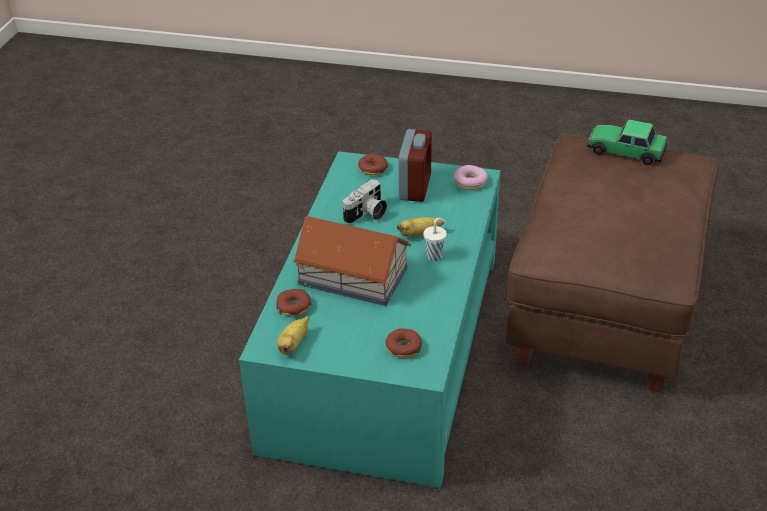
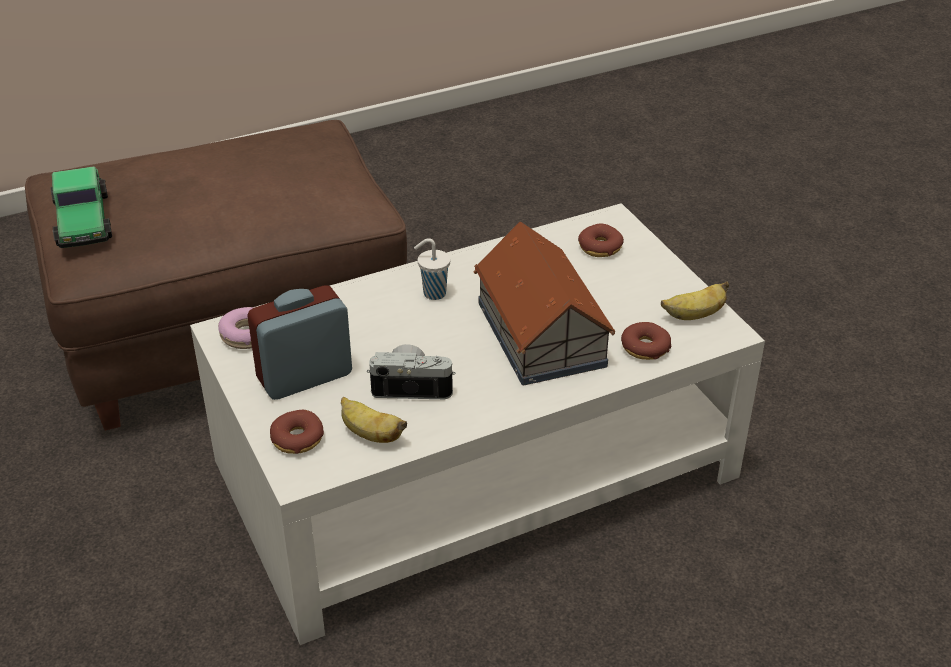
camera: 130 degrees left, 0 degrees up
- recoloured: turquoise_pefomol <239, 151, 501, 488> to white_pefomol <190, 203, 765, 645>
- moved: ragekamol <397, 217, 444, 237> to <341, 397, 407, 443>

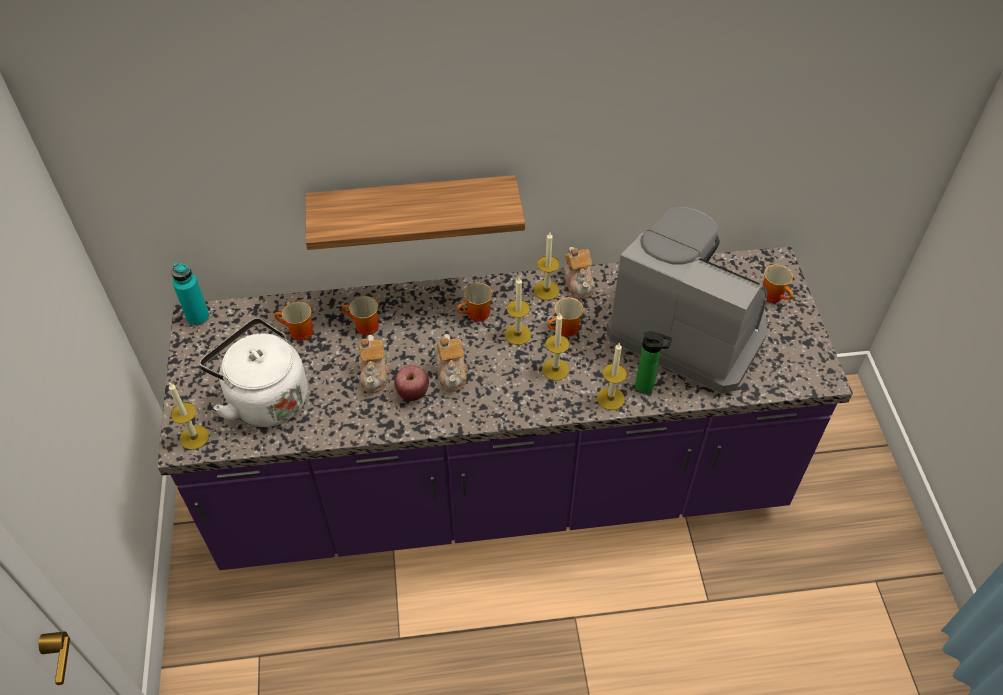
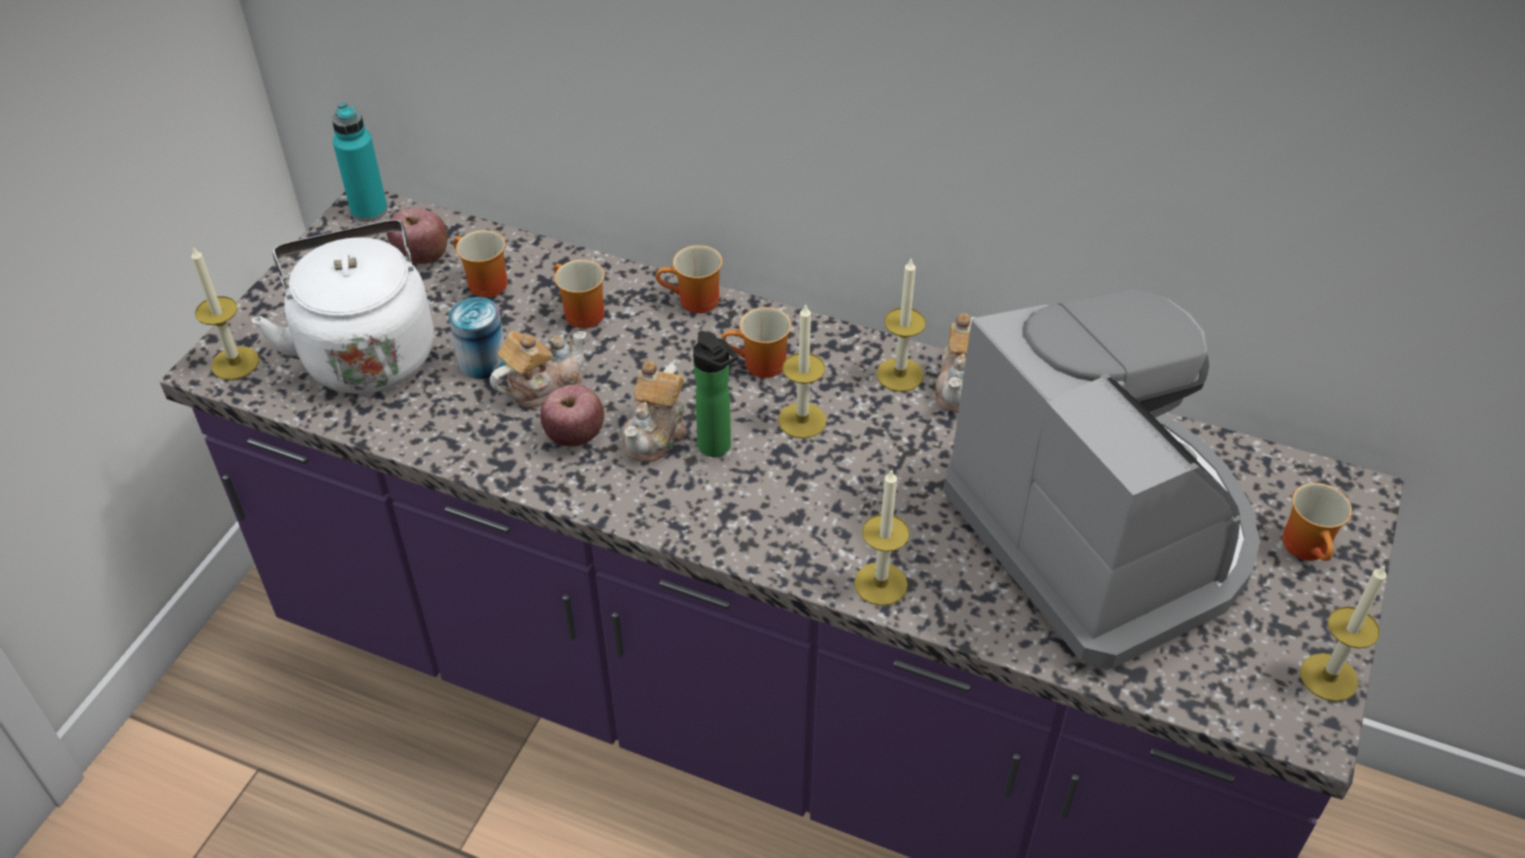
camera: 30 degrees right, 5 degrees down
- removed: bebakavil <305, 175, 525, 250>
- turned: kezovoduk <359, 335, 391, 393> = <490, 331, 587, 408> 150 degrees counterclockwise
- moved: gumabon <542, 313, 569, 381> to <1300, 565, 1387, 702>
- moved: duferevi <547, 297, 584, 337> to <656, 245, 723, 313>
- moved: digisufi <635, 331, 672, 394> to <693, 331, 738, 457>
- added: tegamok <387, 208, 448, 264>
- added: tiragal <449, 297, 507, 380>

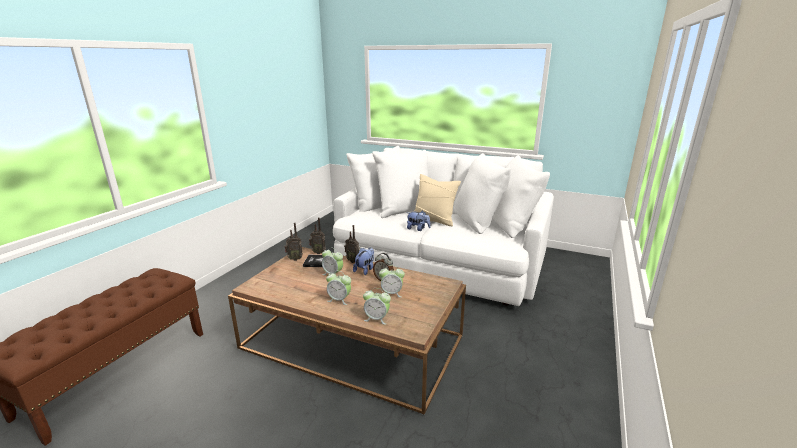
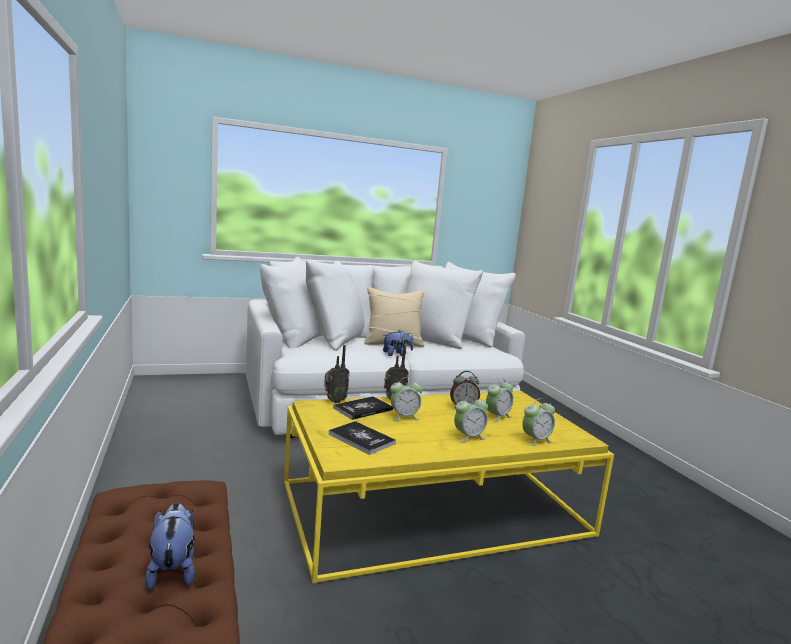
camera: 45 degrees left, 10 degrees down
- recoloured: brown_pefomol <228, 247, 466, 415> to yellow_pefomol <284, 391, 614, 584>
- removed: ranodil <285, 223, 303, 261>
- moved: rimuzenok <353, 247, 374, 275> to <145, 503, 195, 590>
- added: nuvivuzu <329, 421, 396, 455>

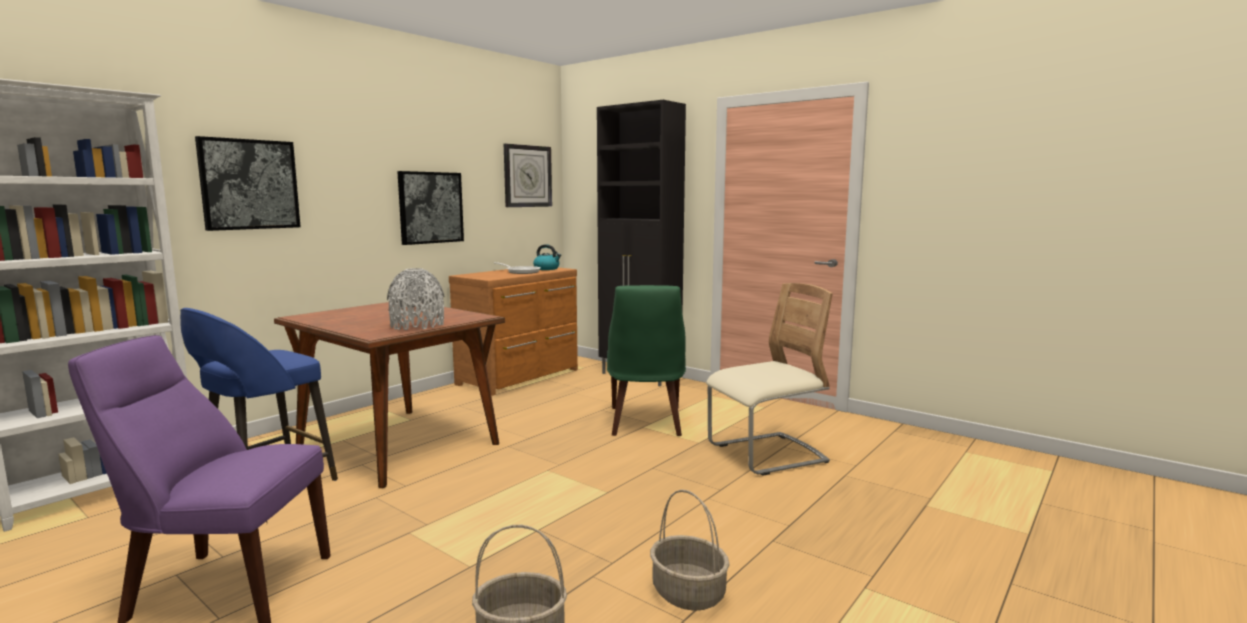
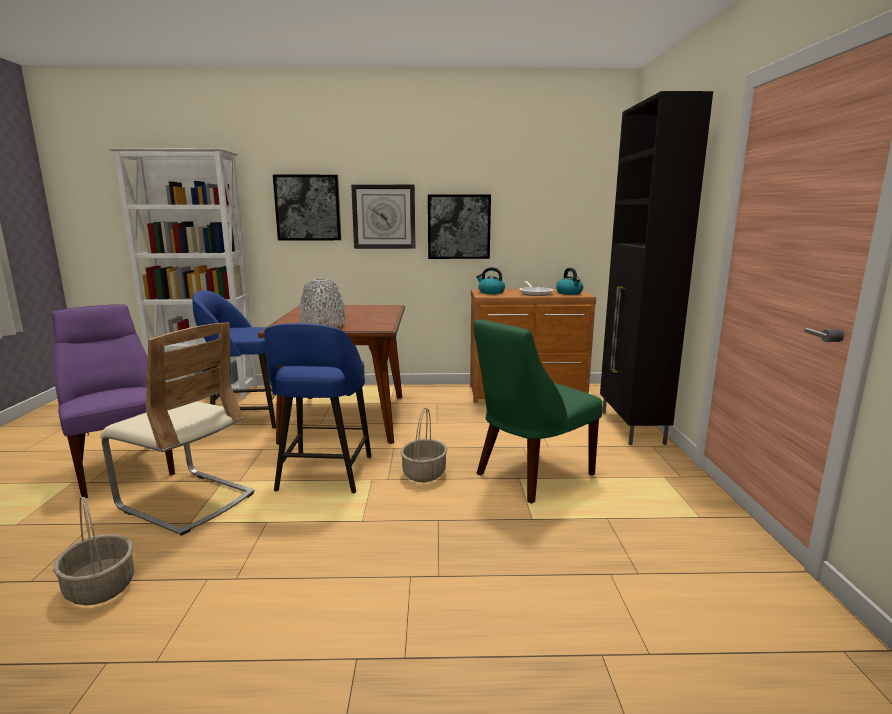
camera: 50 degrees right, 5 degrees up
- moved: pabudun <504, 144, 552, 207> to <351, 184, 416, 249>
- moved: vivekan <650, 490, 730, 611> to <400, 408, 447, 482>
- moved: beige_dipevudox <706, 283, 833, 476> to <100, 322, 255, 536>
- added: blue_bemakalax <264, 323, 371, 493>
- added: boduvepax <476, 267, 505, 294>

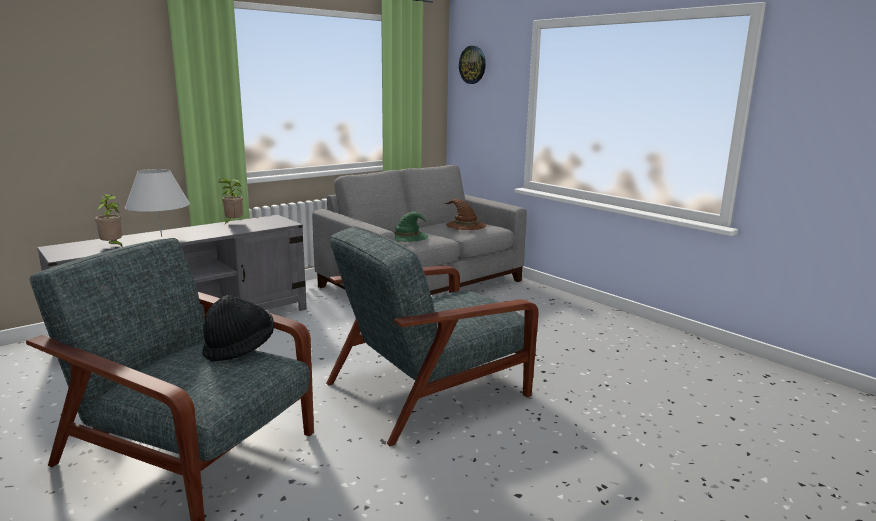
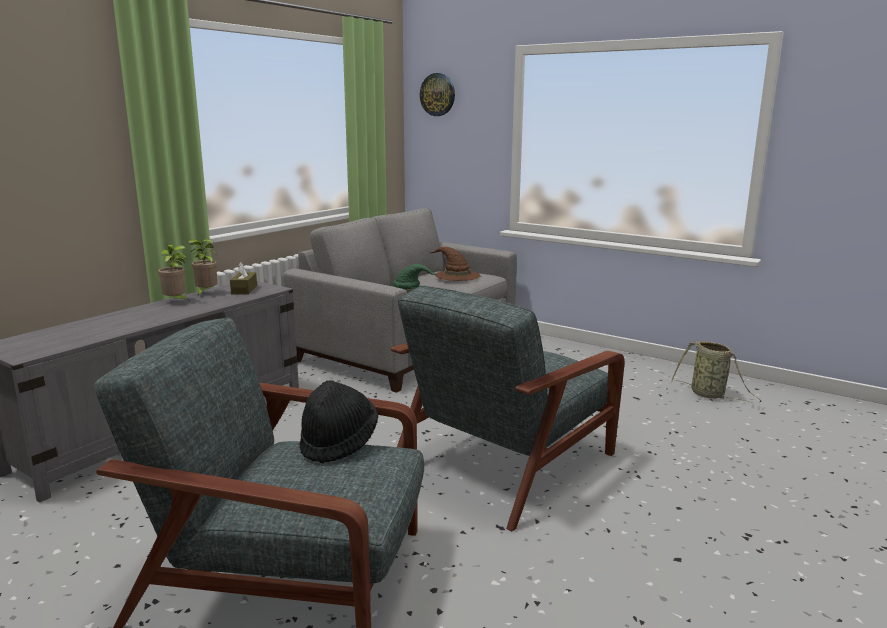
camera: 15 degrees left, 0 degrees up
- moved: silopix <95, 194, 122, 247> to <158, 245, 190, 302>
- removed: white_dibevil <125, 169, 190, 237>
- added: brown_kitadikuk <230, 262, 257, 294>
- added: vivekan <671, 341, 761, 403>

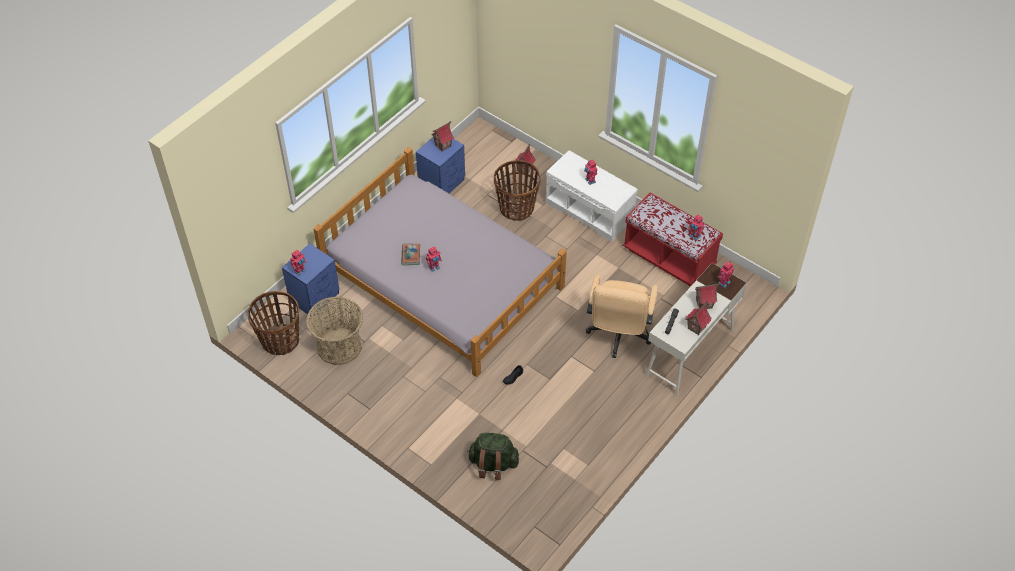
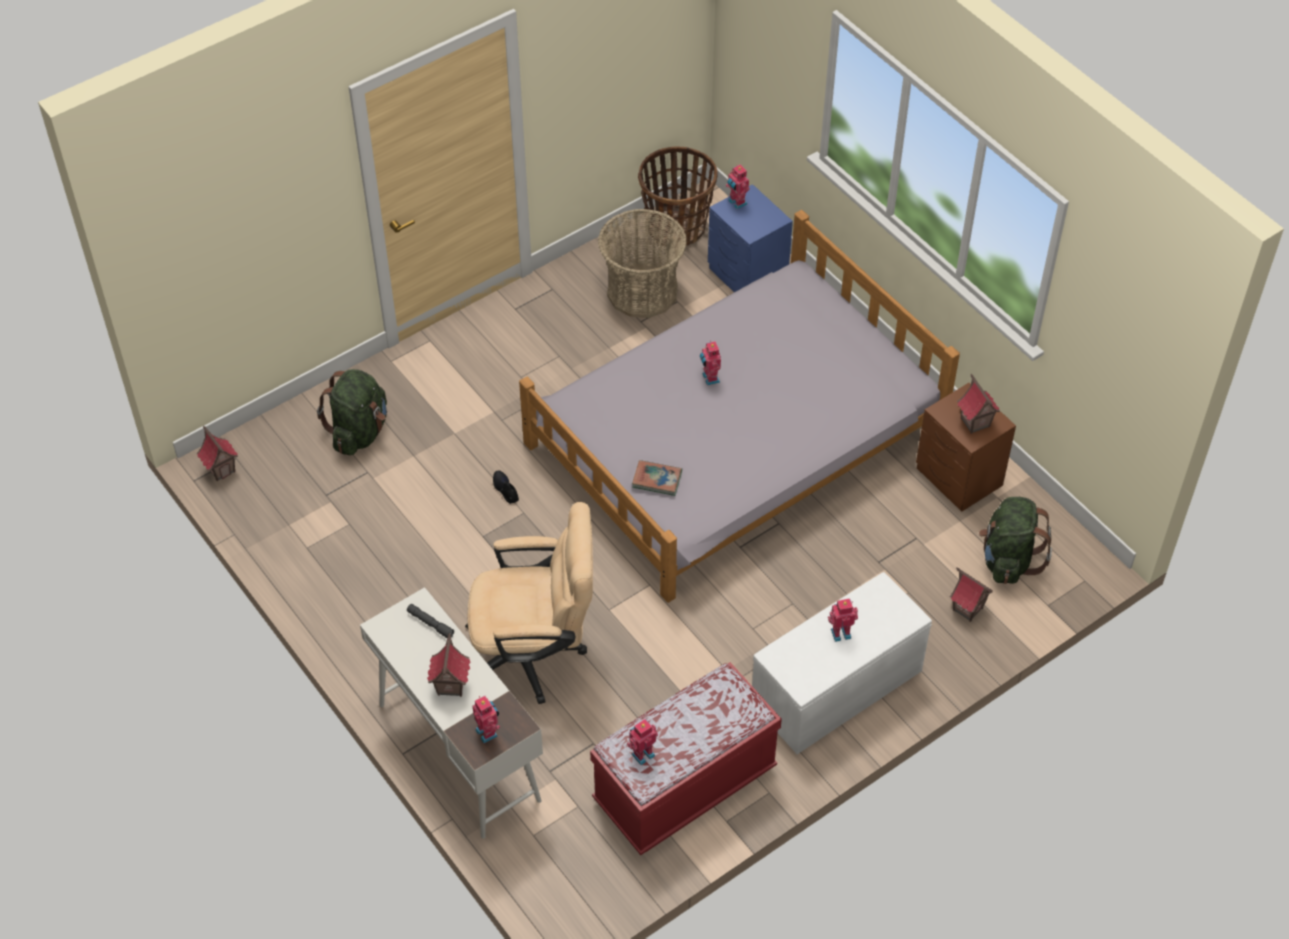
camera: 105 degrees right, 0 degrees up
- moved: nuvivuzu <401, 243, 420, 265> to <632, 460, 682, 496>
- recoloured: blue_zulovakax <416, 137, 465, 193> to brown_zulovakax <916, 383, 1016, 512>
- removed: vivekan <494, 160, 541, 221>
- turned: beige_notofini <586, 275, 658, 358> = <465, 502, 593, 704> 150 degrees clockwise
- moved: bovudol <686, 301, 712, 335> to <197, 425, 238, 481>
- added: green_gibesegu <979, 497, 1052, 584>

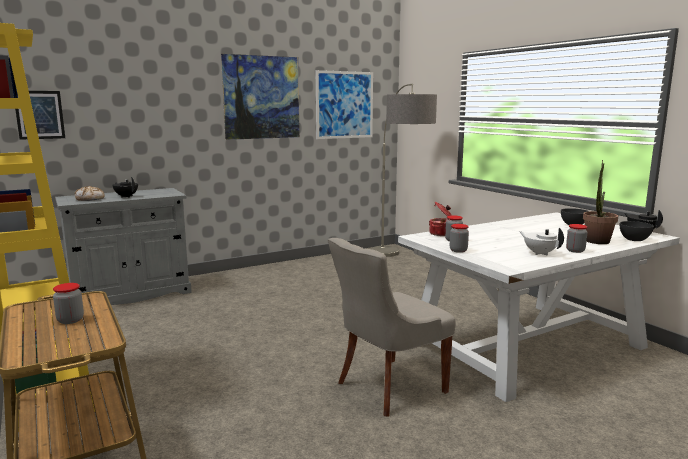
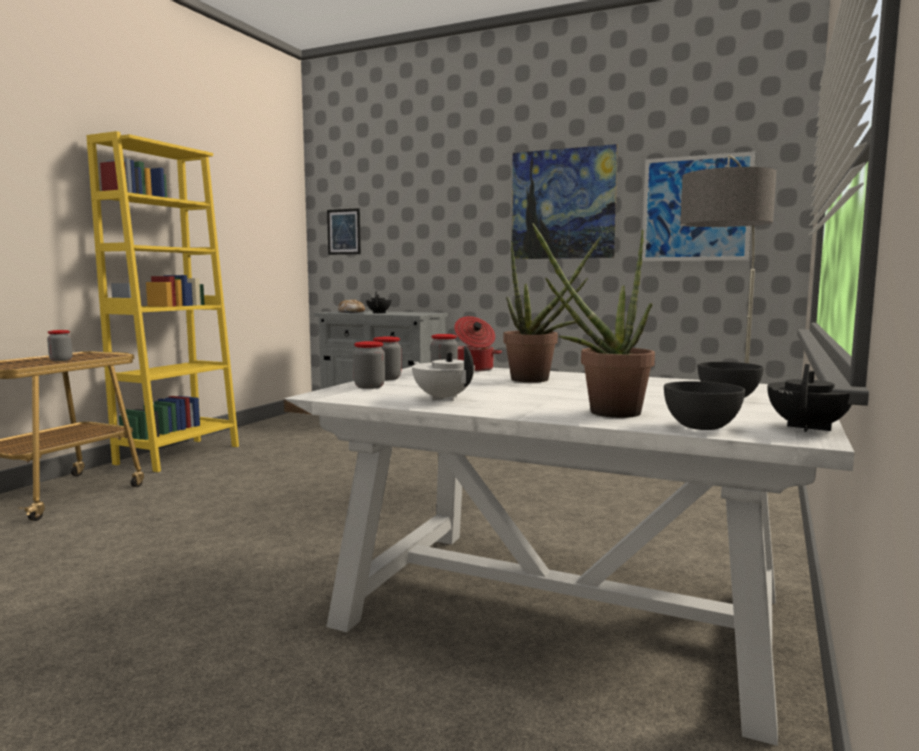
camera: 55 degrees right, 5 degrees down
- removed: grey_dipevudox <328, 238, 455, 417>
- turned: white_kezovoduk <519, 228, 564, 255> = <412, 346, 475, 401> 60 degrees counterclockwise
- moved: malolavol <566, 224, 587, 253> to <353, 341, 385, 389>
- added: silopix <503, 236, 601, 383>

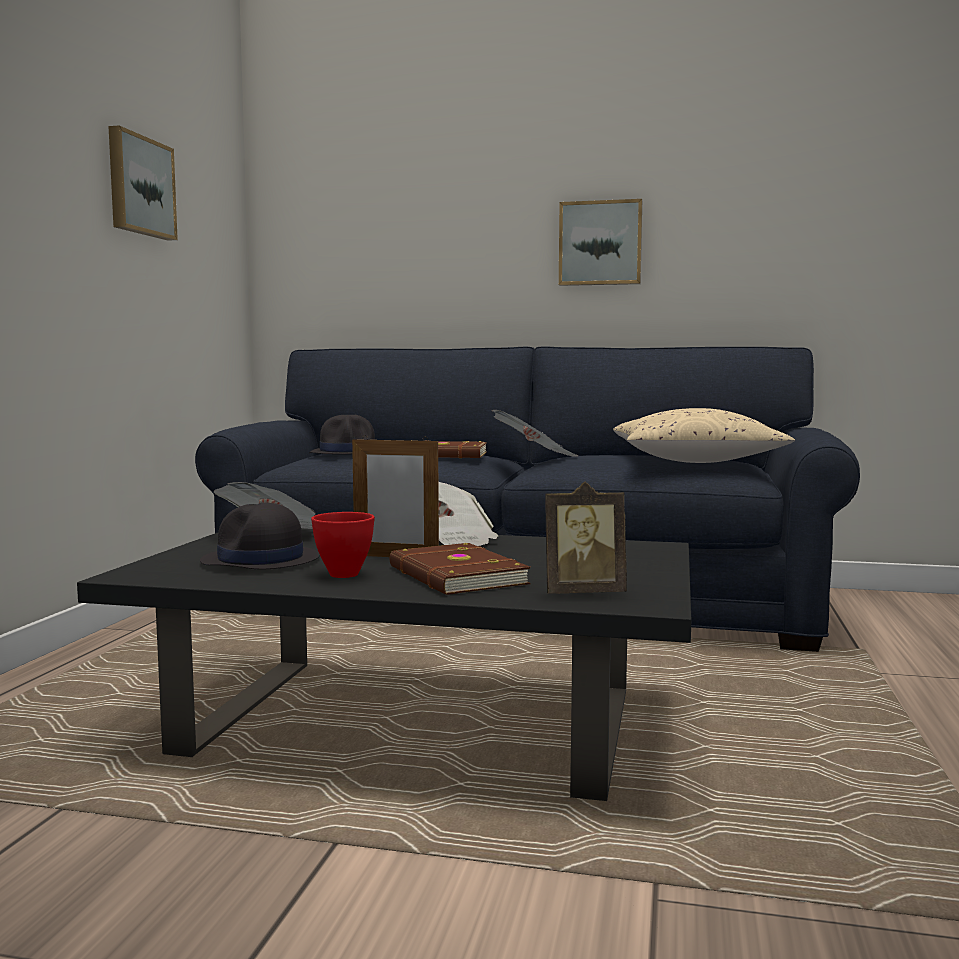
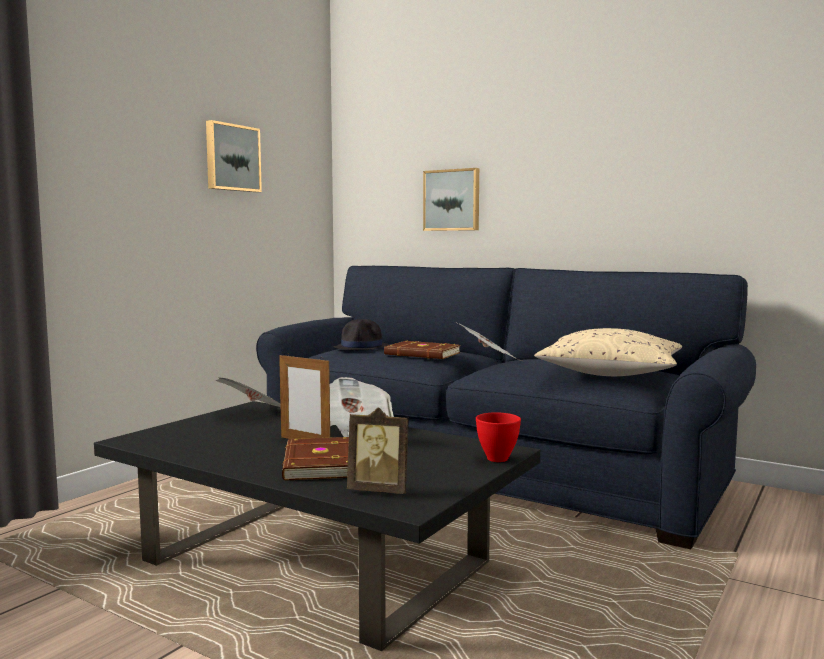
camera: 20 degrees right, 0 degrees up
- removed: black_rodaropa <200, 502, 320, 569>
- moved: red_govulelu <311, 512, 375, 578> to <476, 412, 521, 462>
- moved: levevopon <559, 199, 642, 286> to <423, 168, 479, 231>

